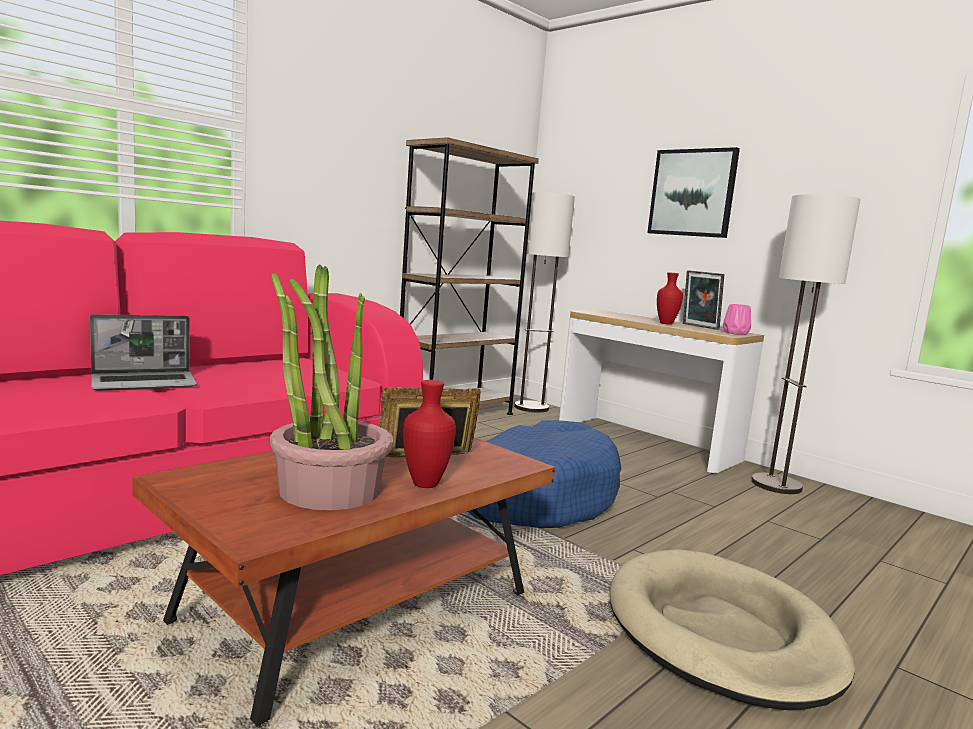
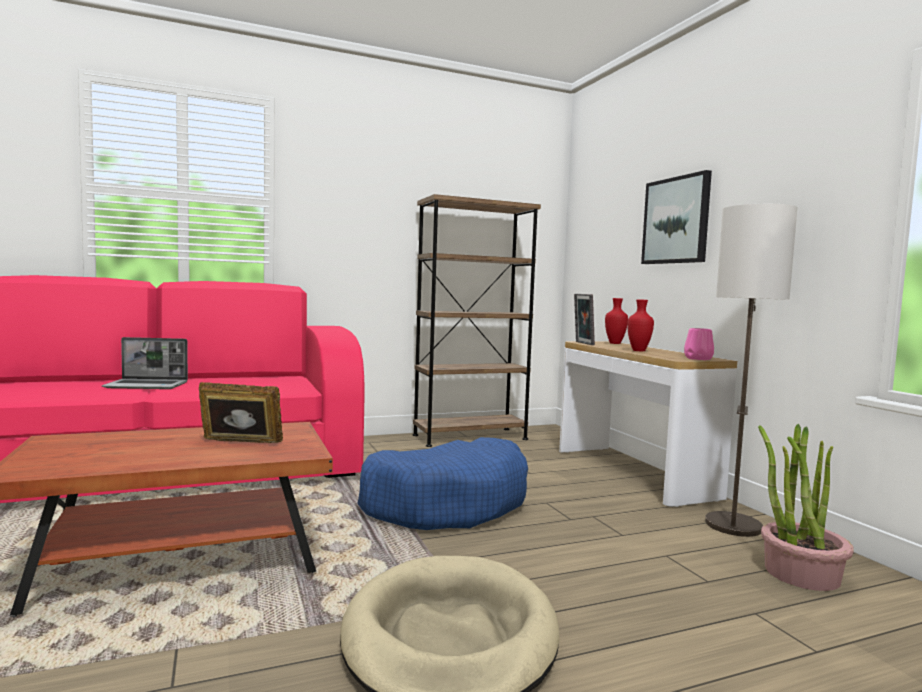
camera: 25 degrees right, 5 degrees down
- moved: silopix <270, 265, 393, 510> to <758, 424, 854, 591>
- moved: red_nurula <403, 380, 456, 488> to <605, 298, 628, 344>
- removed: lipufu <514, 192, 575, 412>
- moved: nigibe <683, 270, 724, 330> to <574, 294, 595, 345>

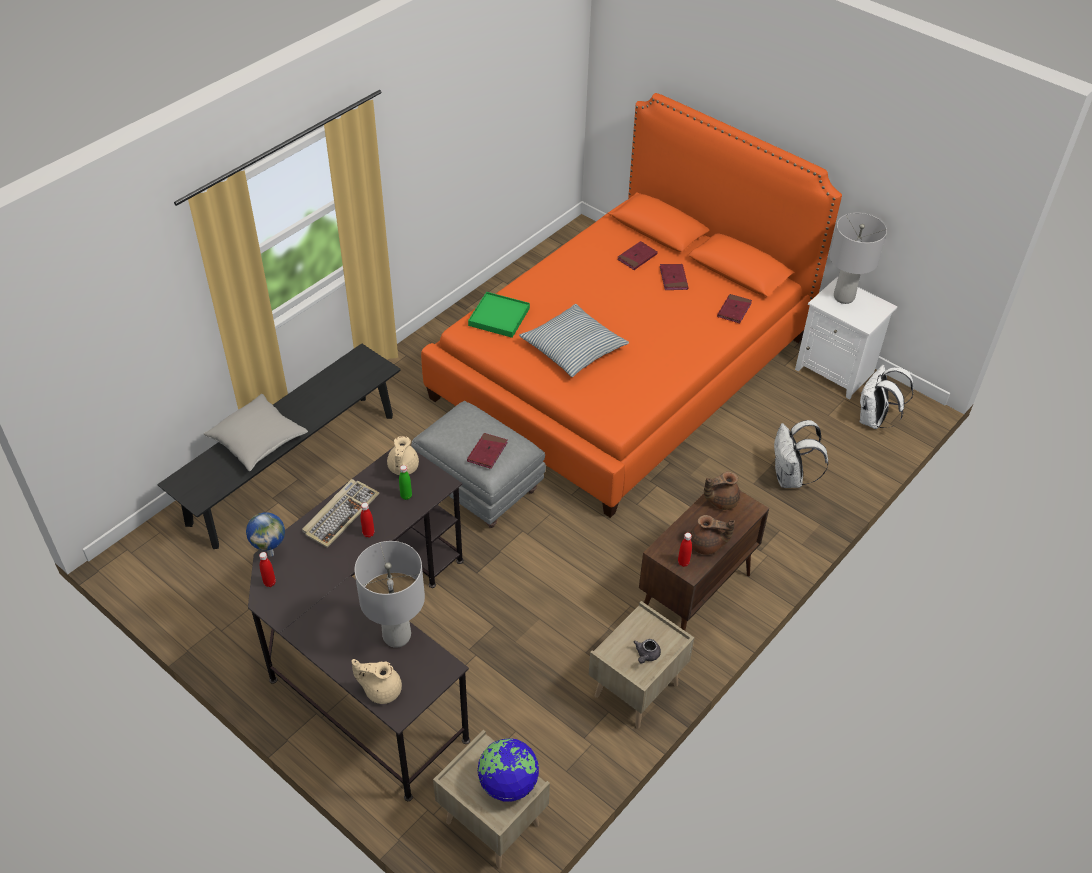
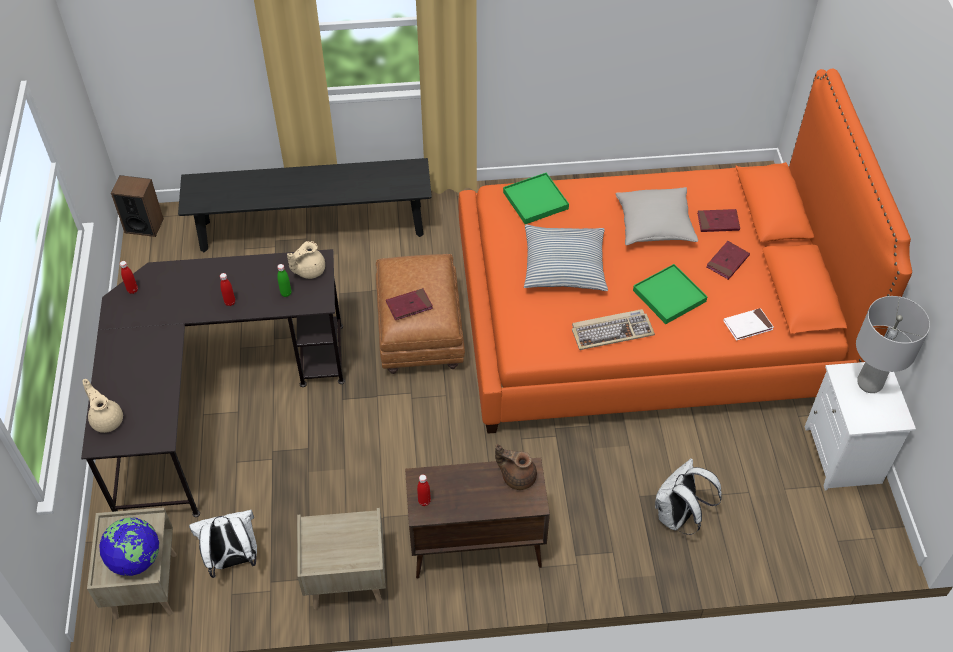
camera: 45 degrees right, 5 degrees up
- moved: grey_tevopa <204, 394, 308, 471> to <616, 187, 698, 245>
- removed: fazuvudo <246, 512, 285, 556>
- moved: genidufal <302, 479, 379, 548> to <572, 309, 655, 350>
- removed: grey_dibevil <354, 541, 425, 648>
- recoloured: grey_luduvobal <411, 401, 546, 528> to brown_luduvobal <376, 254, 465, 374>
- removed: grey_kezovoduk <633, 639, 661, 664>
- removed: brown_kezovoduk <691, 515, 735, 555>
- recoloured: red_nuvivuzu <717, 294, 752, 323> to white_nuvivuzu <723, 308, 774, 341>
- moved: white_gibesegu <860, 365, 914, 429> to <189, 510, 257, 578>
- added: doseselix <111, 175, 164, 237>
- added: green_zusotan <633, 264, 707, 324>

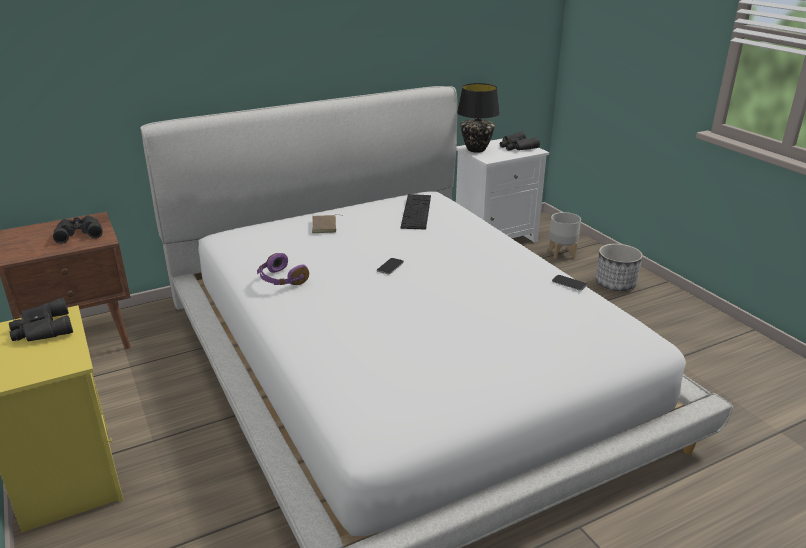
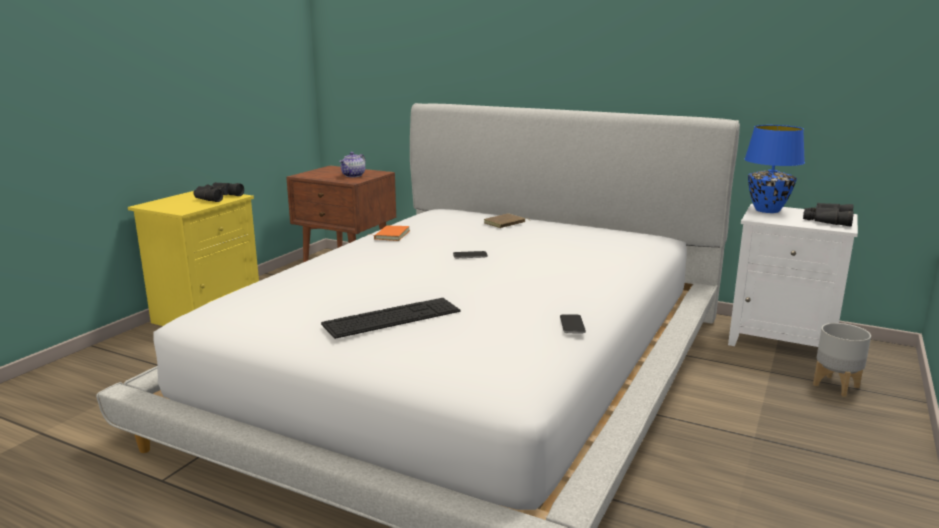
camera: 55 degrees right, 10 degrees down
- replaced: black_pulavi <53, 215, 103, 244> to kezovoduk <339, 152, 366, 177>
- replaced: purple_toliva <257, 253, 309, 285> to orange_nuvivuzu <368, 226, 410, 241>
- moved: genidufal <401, 194, 431, 230> to <321, 298, 461, 339>
- recoloured: black_dibevil <457, 83, 500, 153> to blue_dibevil <745, 125, 805, 213>
- removed: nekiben <596, 244, 643, 291>

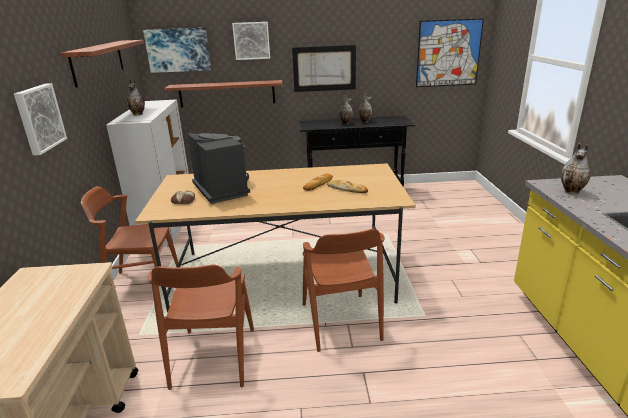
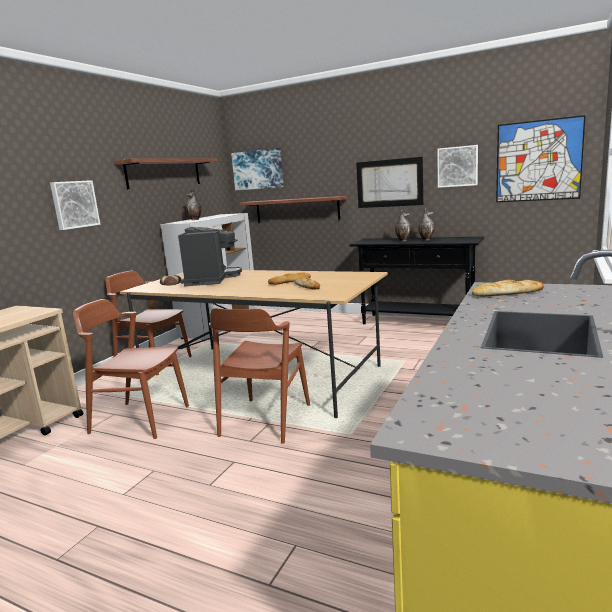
camera: 30 degrees right, 10 degrees down
- turned: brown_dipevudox <148, 264, 254, 390> = <73, 299, 189, 439> 75 degrees clockwise
- moved: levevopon <232, 22, 270, 60> to <437, 145, 478, 188>
- replaced: nurula <561, 143, 591, 194> to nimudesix <472, 280, 544, 296>

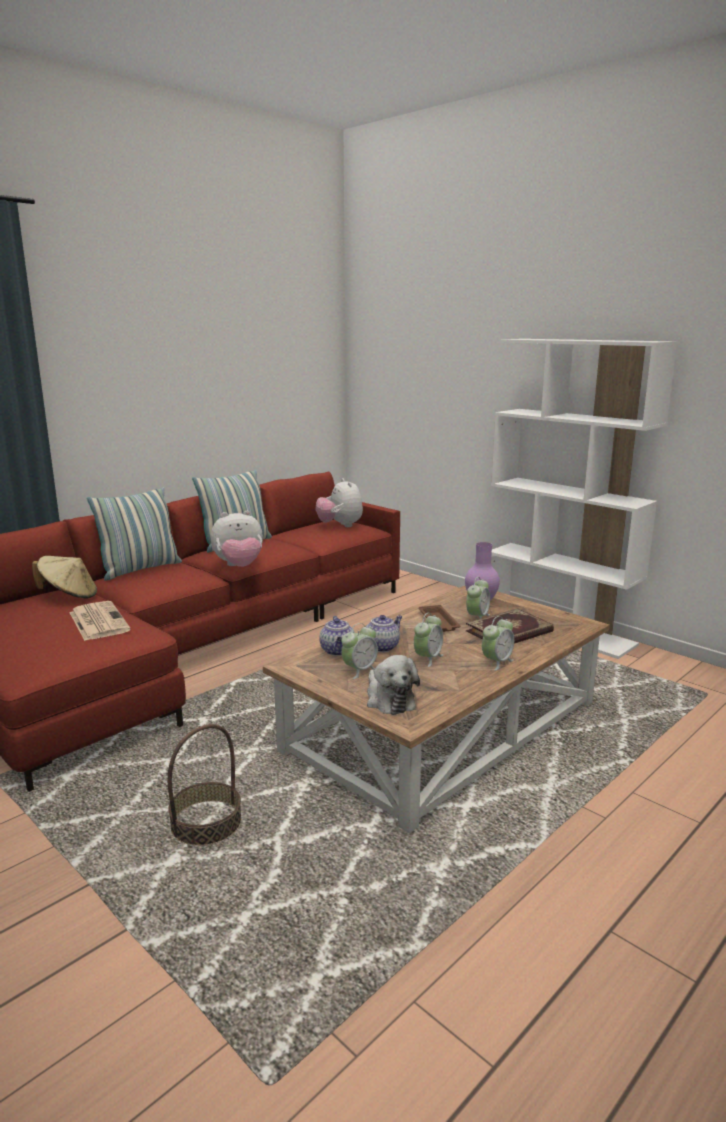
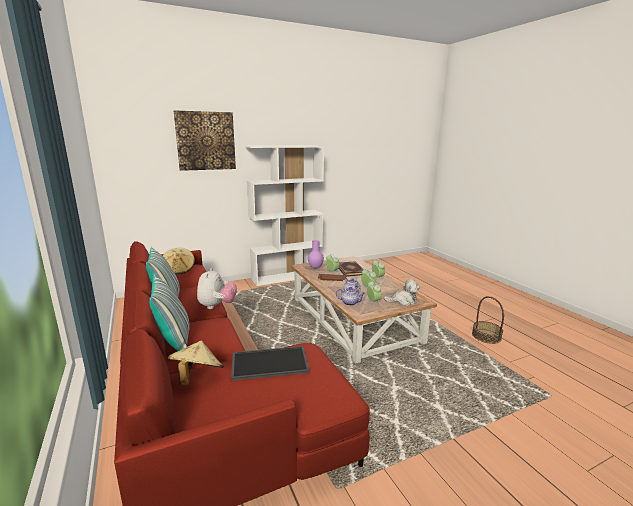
camera: 70 degrees left, 0 degrees up
- replaced: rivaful <70, 601, 131, 641> to zusotan <231, 346, 310, 381>
- moved: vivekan <168, 724, 241, 846> to <472, 296, 504, 344>
- replaced: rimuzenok <316, 478, 363, 527> to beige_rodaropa <163, 247, 195, 274>
- added: levevopon <174, 110, 236, 171>

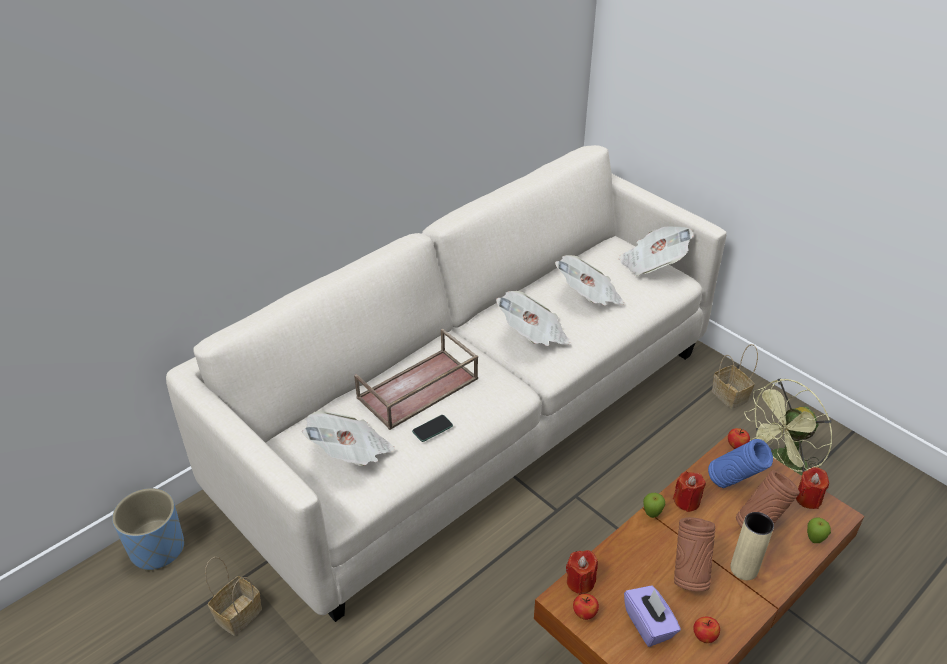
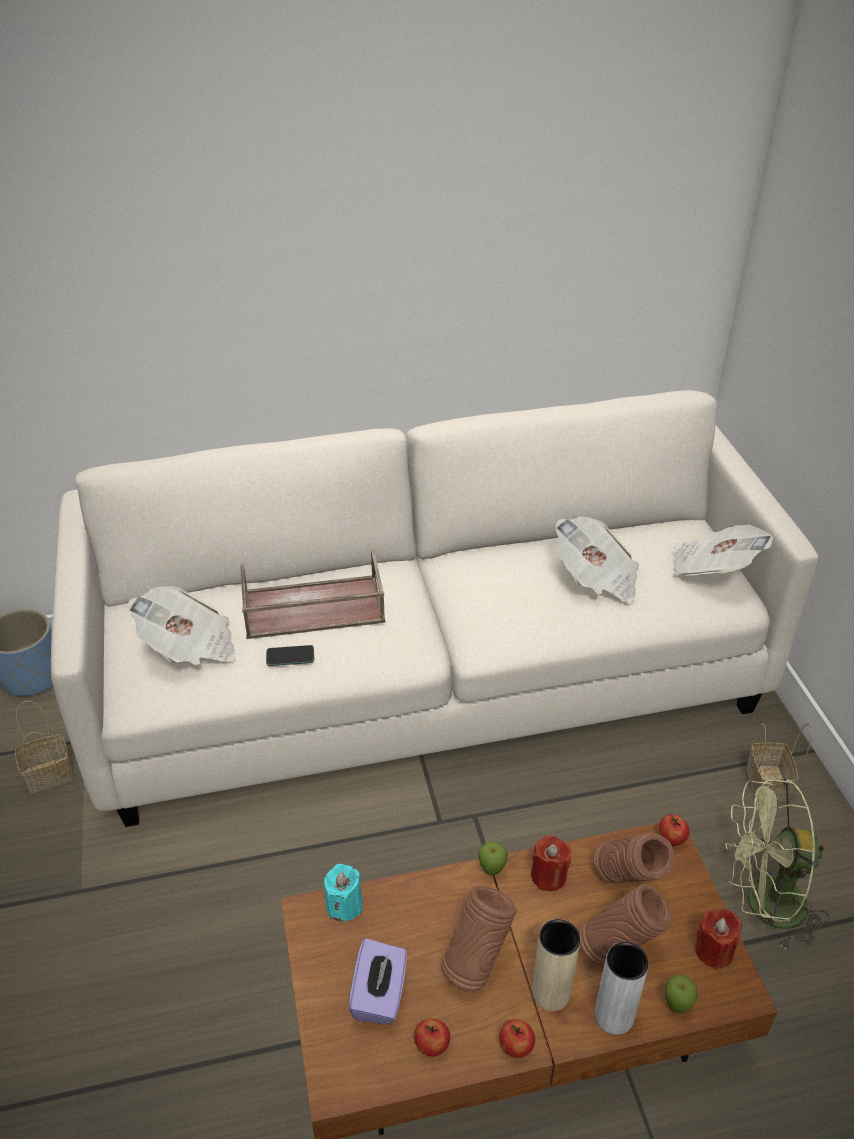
camera: 30 degrees right, 0 degrees up
- removed: rivaful <496, 291, 570, 346>
- recoloured: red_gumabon <566, 550, 598, 595> to turquoise_gumabon <324, 864, 363, 921>
- moved: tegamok <573, 594, 599, 620> to <499, 1019, 535, 1058>
- recoloured: blue_nurula <708, 439, 773, 488> to brown_nurula <593, 833, 674, 883>
- added: grey_nurula <595, 942, 649, 1035>

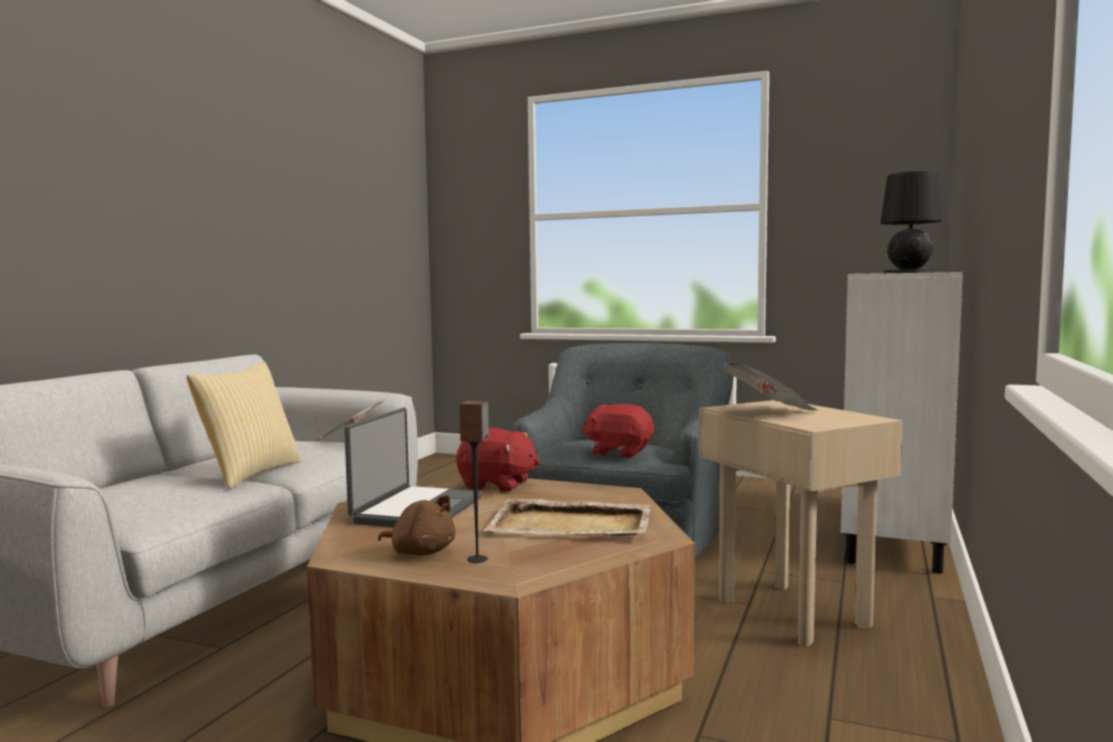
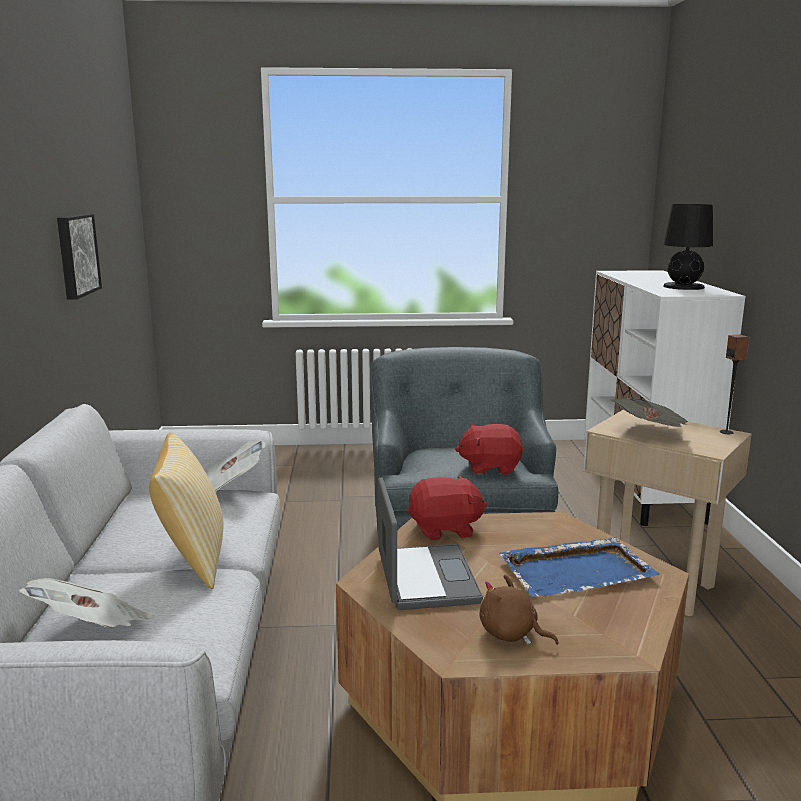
camera: 25 degrees left, 10 degrees up
- turned: brown_rimuzenok <378, 495, 456, 556> = <479, 575, 559, 645> 150 degrees counterclockwise
- moved: doseselix <460, 401, 489, 563> to <720, 334, 750, 434>
- recoloured: beige_zusotan <483, 499, 652, 536> to blue_zusotan <499, 537, 660, 598>
- added: rivaful <18, 578, 155, 628>
- added: levevopon <57, 214, 102, 300>

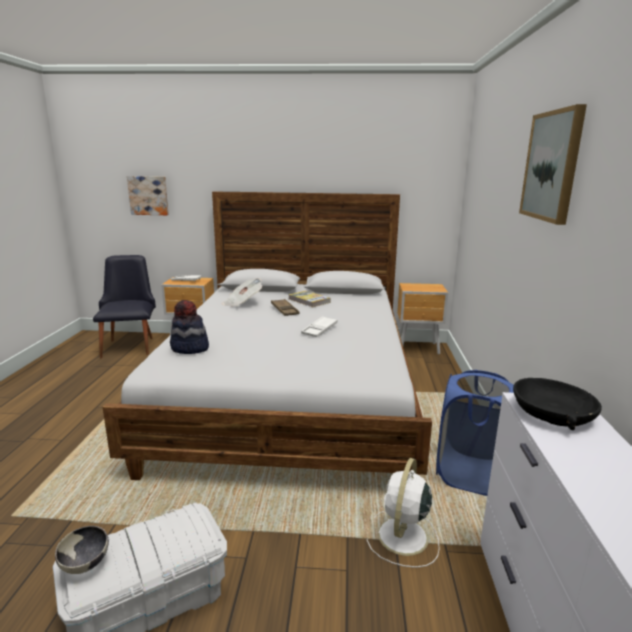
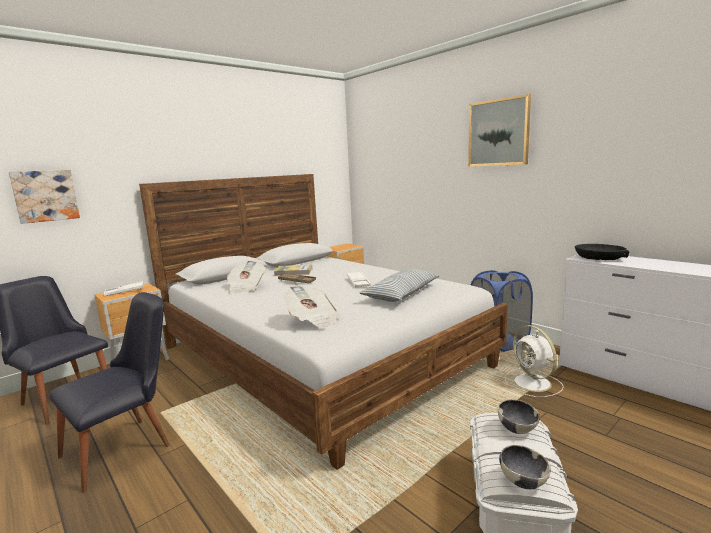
camera: 45 degrees left, 5 degrees down
- replaced: rodaropa <170, 300, 209, 354> to rivaful <283, 285, 340, 329>
- added: black_dipevudox <49, 292, 170, 493>
- added: tevopa <360, 269, 439, 302>
- added: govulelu <498, 399, 540, 434>

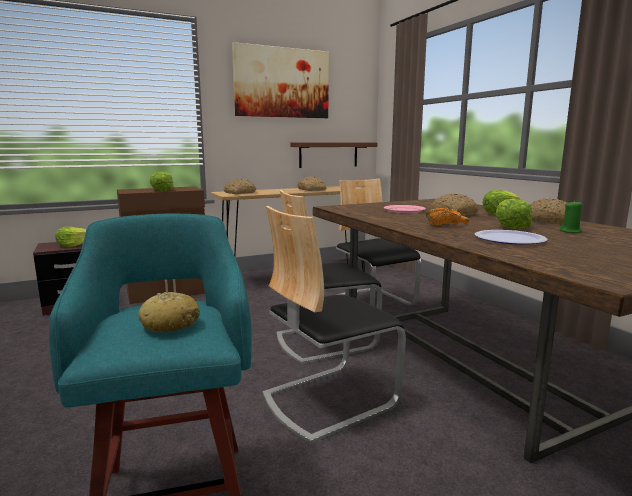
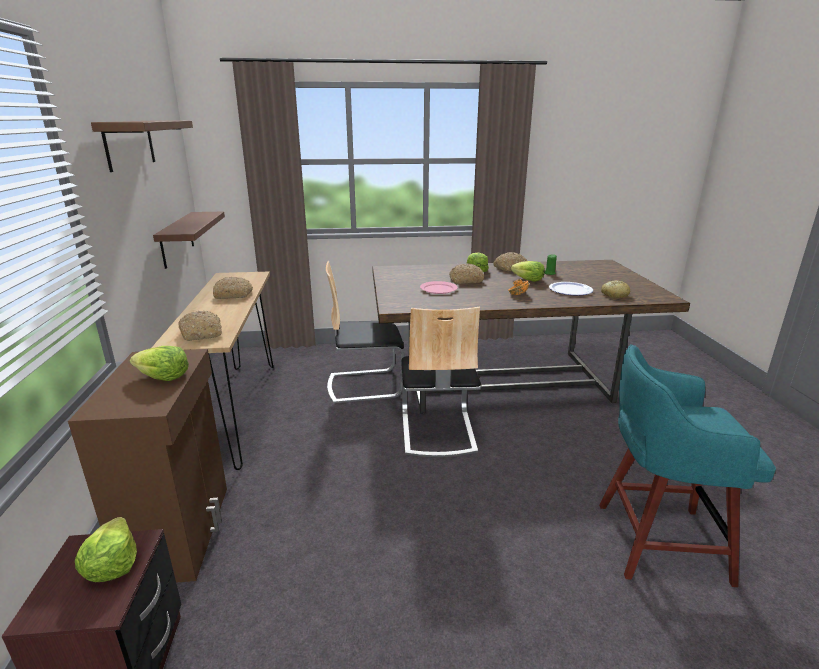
camera: 70 degrees left, 10 degrees up
- moved: nimudesix <138, 292, 200, 332> to <601, 280, 630, 298>
- replaced: levevopon <232, 42, 329, 118> to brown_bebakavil <91, 121, 193, 172>
- removed: dipevudox <263, 206, 406, 443>

